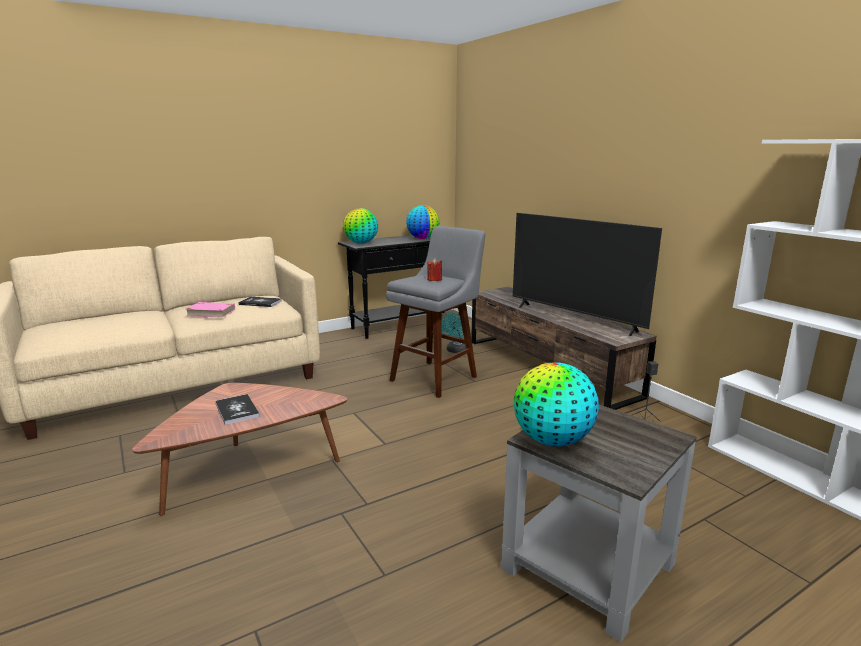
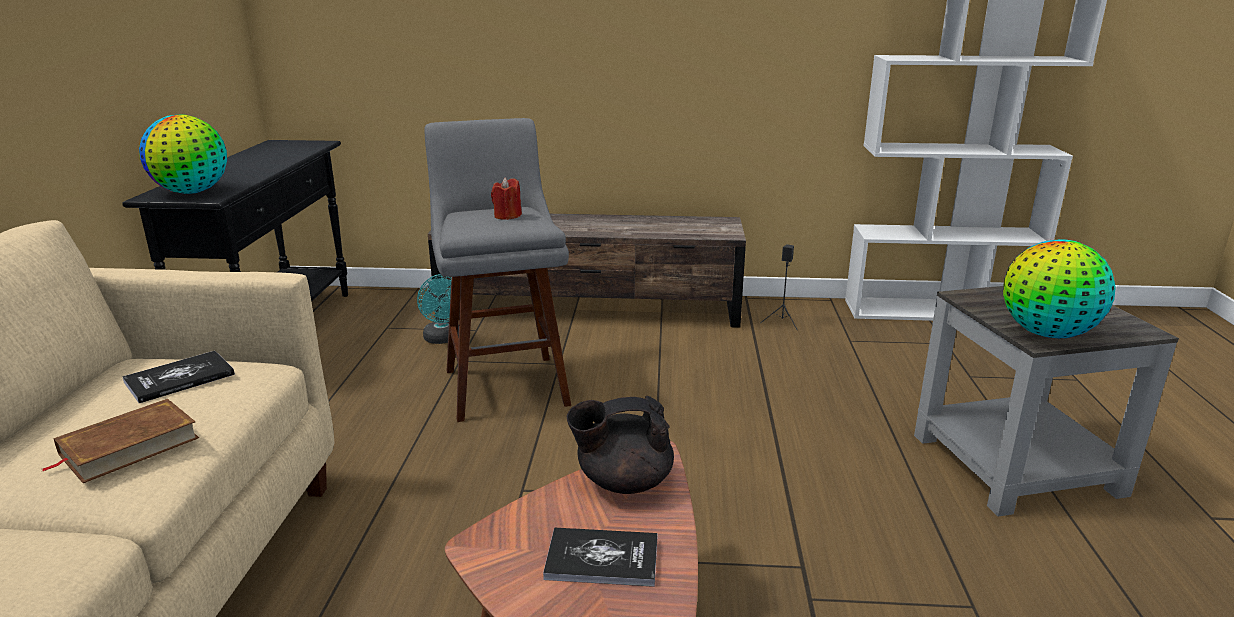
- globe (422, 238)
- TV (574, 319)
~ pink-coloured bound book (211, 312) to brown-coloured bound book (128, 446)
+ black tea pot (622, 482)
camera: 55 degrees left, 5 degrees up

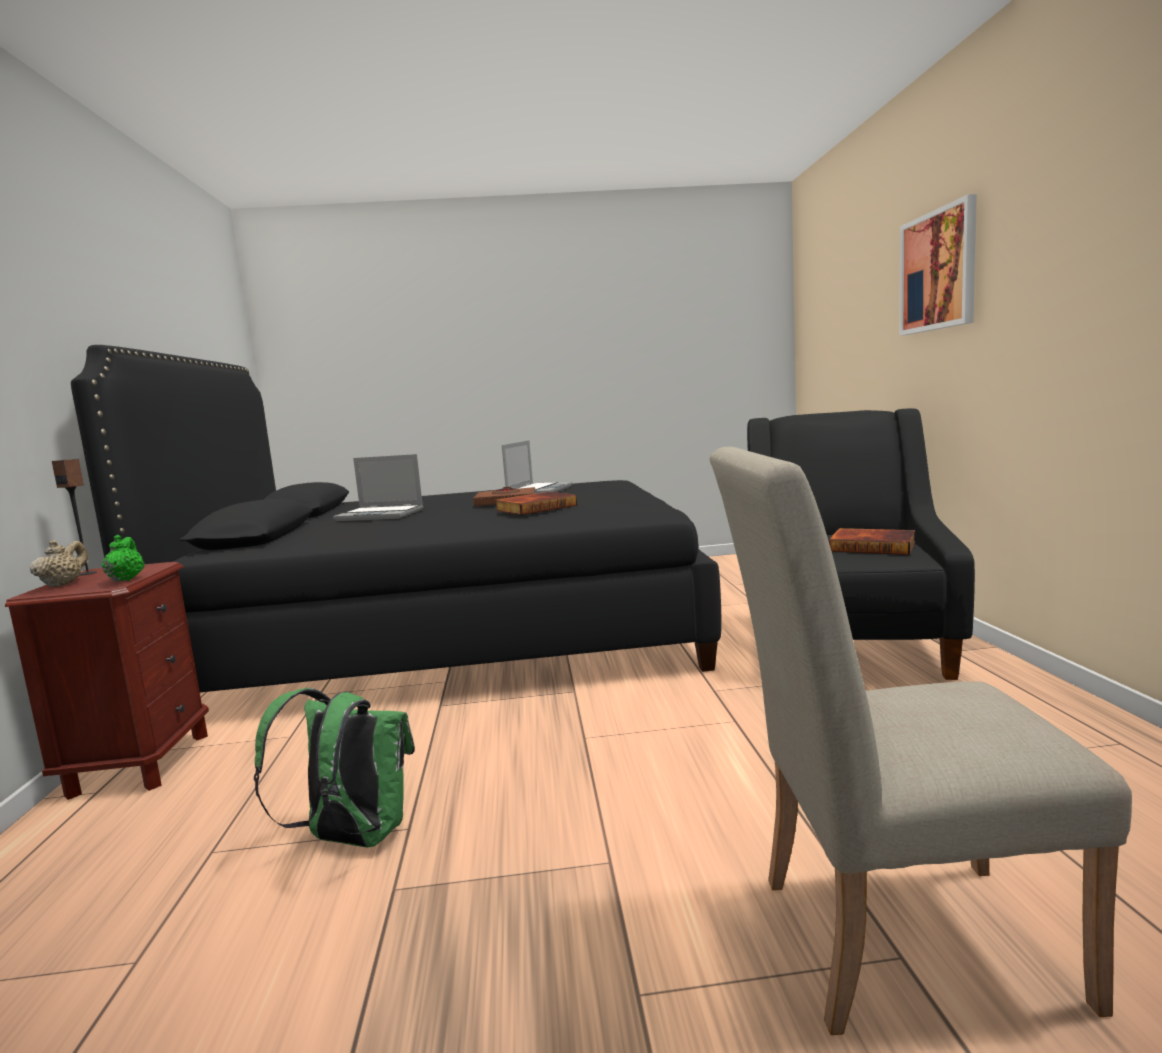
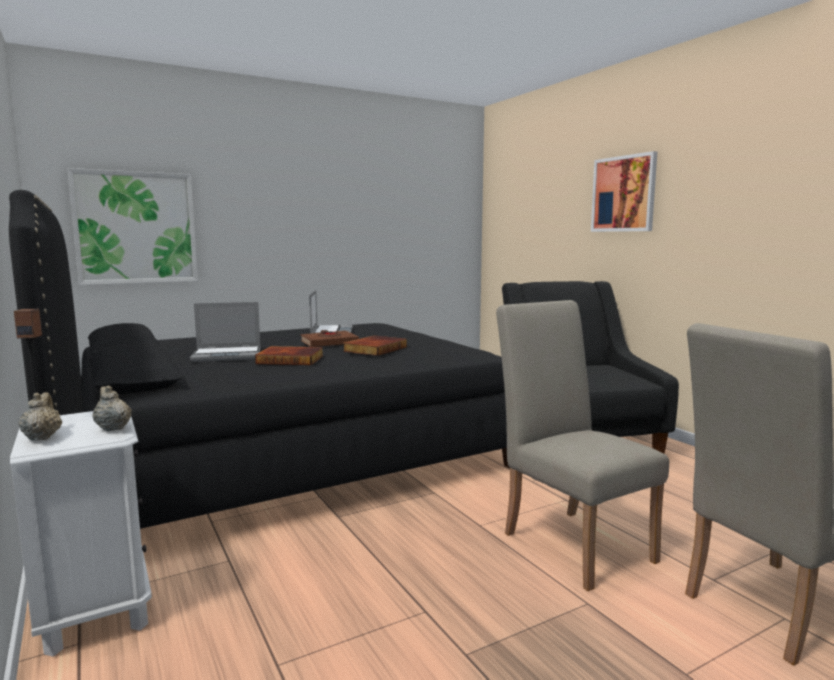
~ bound book (873, 546) to (291, 359)
~ green tea pot (126, 579) to beige-coloured tea pot (113, 428)
~ brown-coloured bedside table (140, 764) to white bedside table (95, 610)
- green backpack (352, 838)
+ picture (136, 228)
+ beige-coloured plain chair (571, 541)
camera: 25 degrees left, 0 degrees up

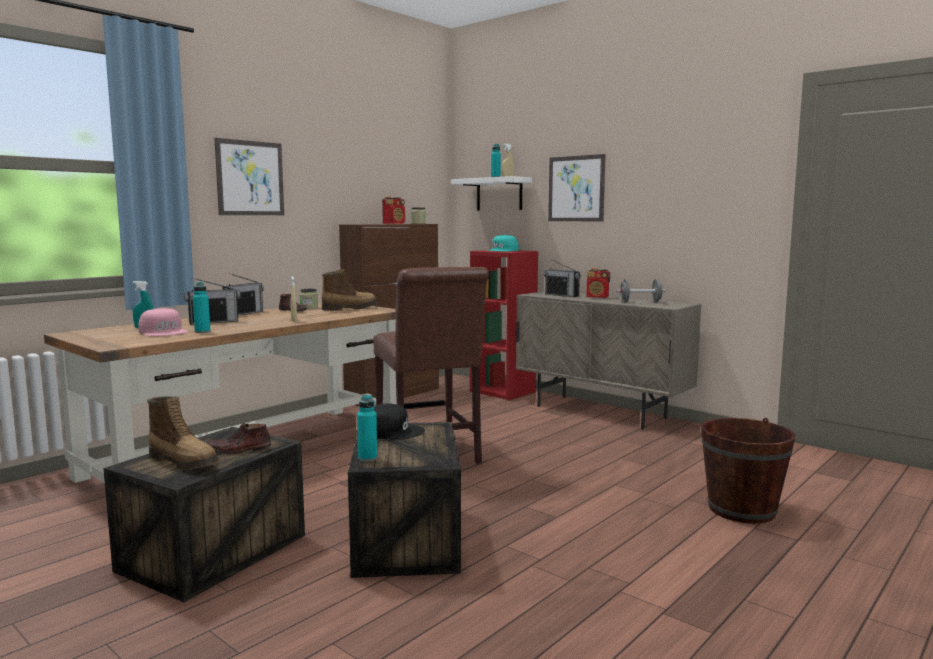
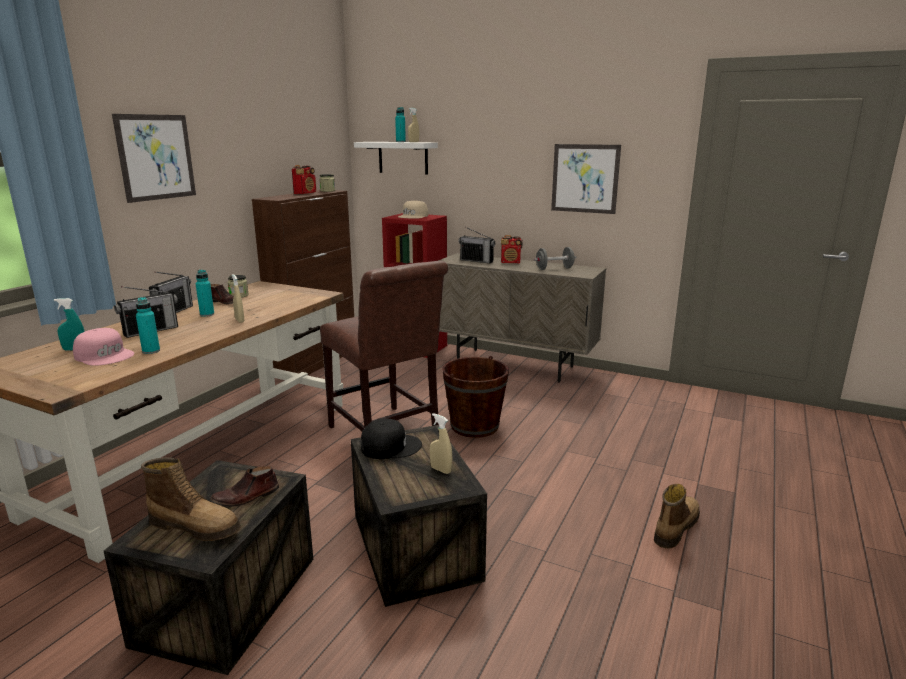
~ picture (576, 188) to (585, 178)
~ turquoise cap (503, 250) to beige-coloured cap (413, 216)
~ high-top boot (349, 309) to (675, 527)
~ turquoise drink bottle (367, 458) to (207, 314)
~ brown-coloured pail (742, 510) to (474, 426)
+ beige-coloured sprayer (440, 470)
camera: 15 degrees left, 10 degrees up

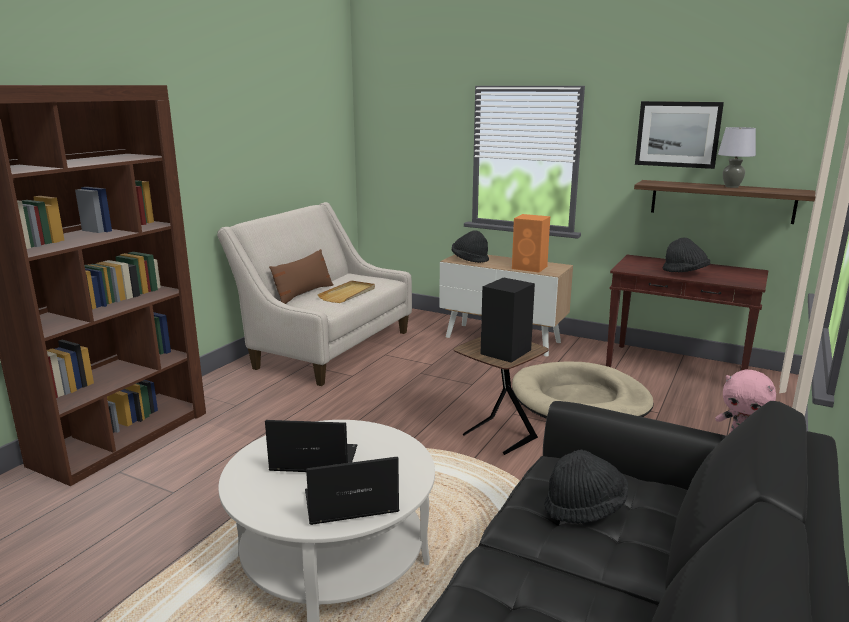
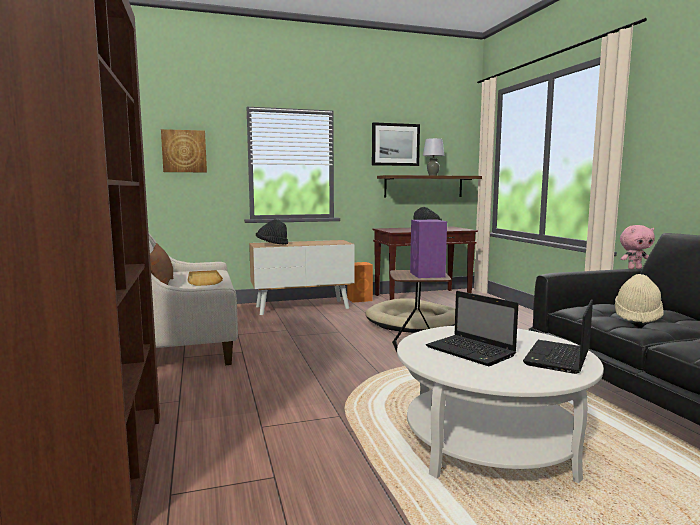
~ orange speaker (530, 267) to (360, 299)
~ black speaker (505, 352) to purple-coloured speaker (427, 275)
~ laptop (312, 460) = (472, 352) 90 degrees counterclockwise
~ black clothing hat (584, 508) to beige-coloured clothing hat (637, 316)
+ picture (184, 151)
camera: 45 degrees left, 10 degrees down

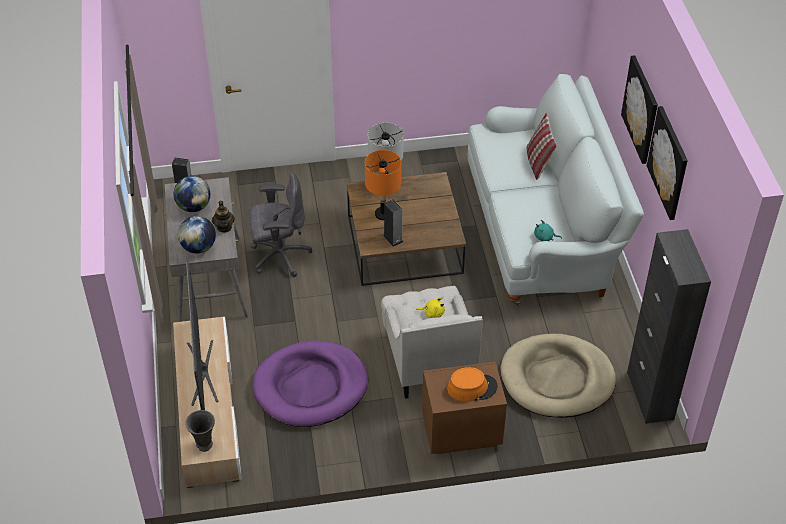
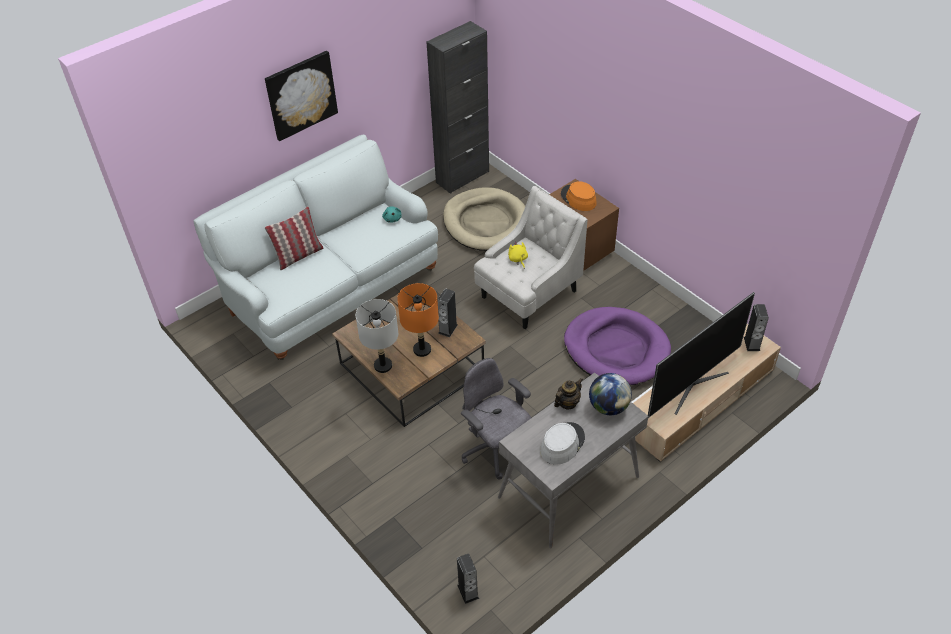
- picture (669, 162)
~ globe (194, 207) to gray clothing hat (562, 444)
~ gray flower vase (204, 445) to speaker (751, 343)
camera: 120 degrees left, 0 degrees up

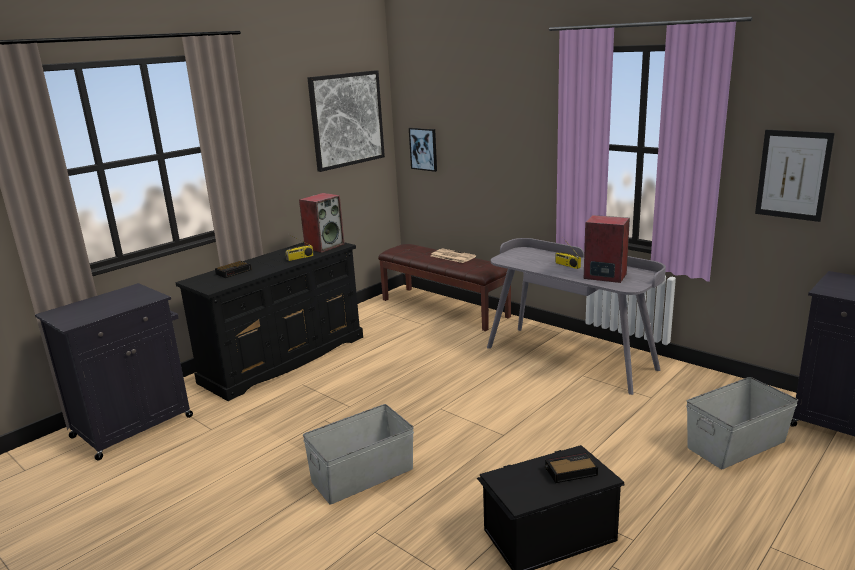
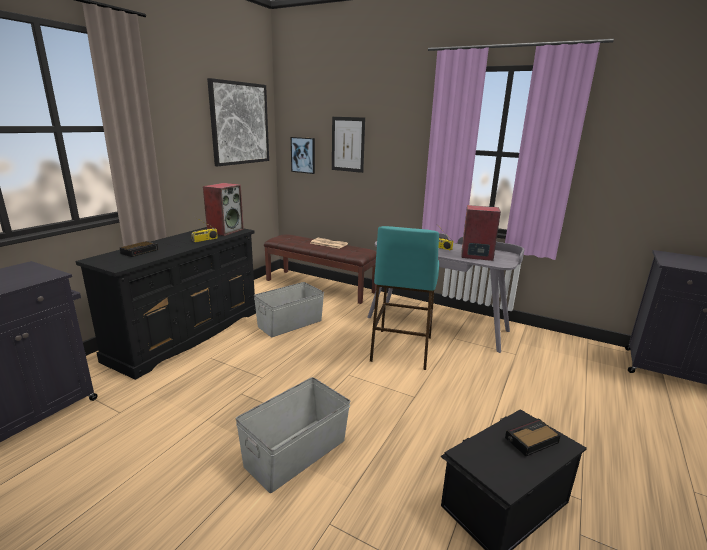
~ picture (793, 175) to (348, 144)
~ gray storage box (737, 444) to (290, 323)
+ turquoise sitting stool (401, 349)
camera: 15 degrees left, 0 degrees up

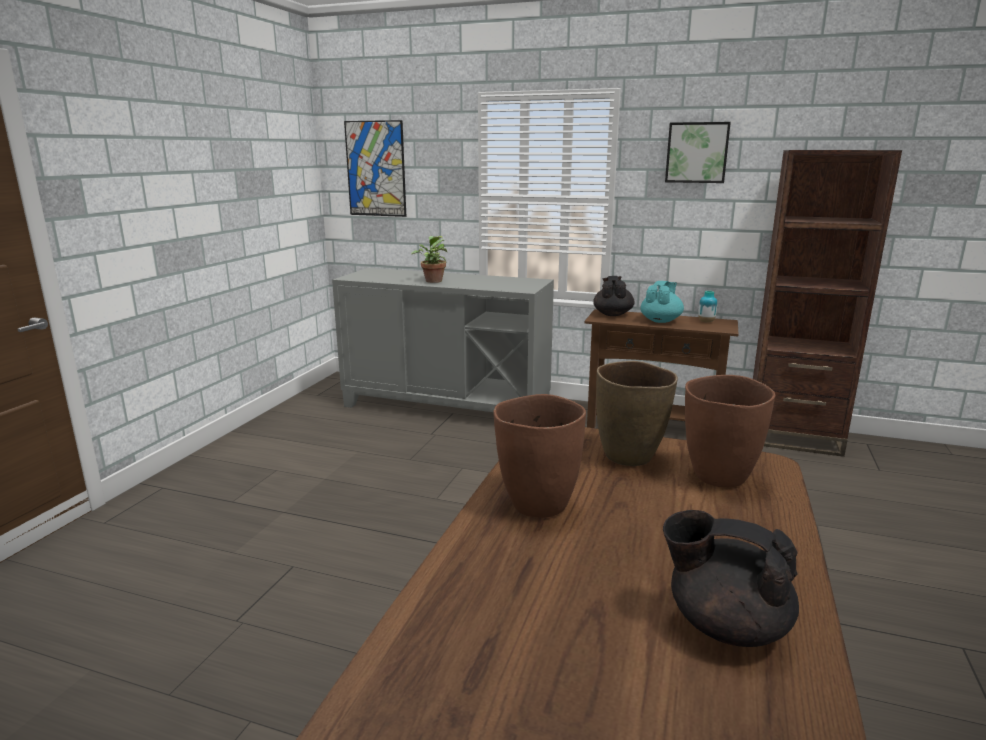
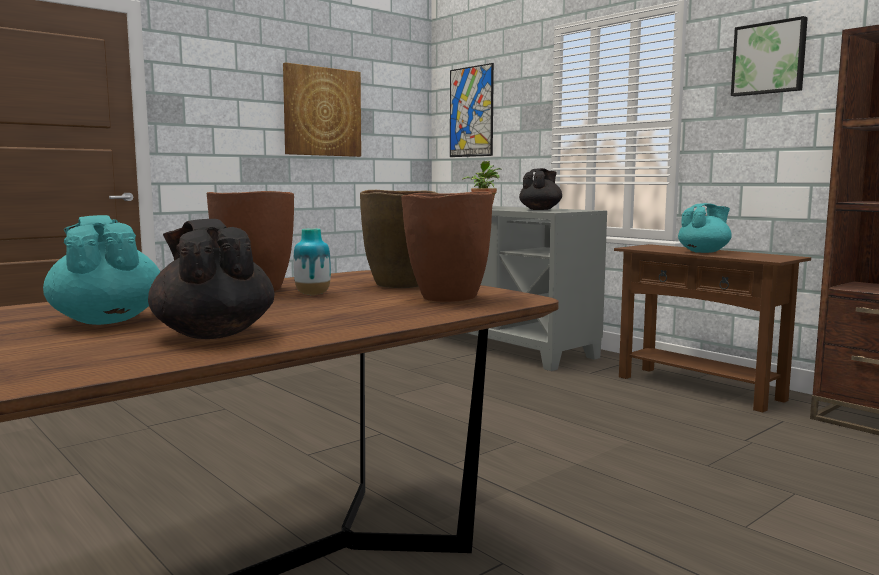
~ black tea pot (612, 314) to (540, 209)
~ flower vase (706, 322) to (313, 294)
+ picture (322, 112)
+ turquoise tea pot (107, 320)
camera: 30 degrees right, 10 degrees down

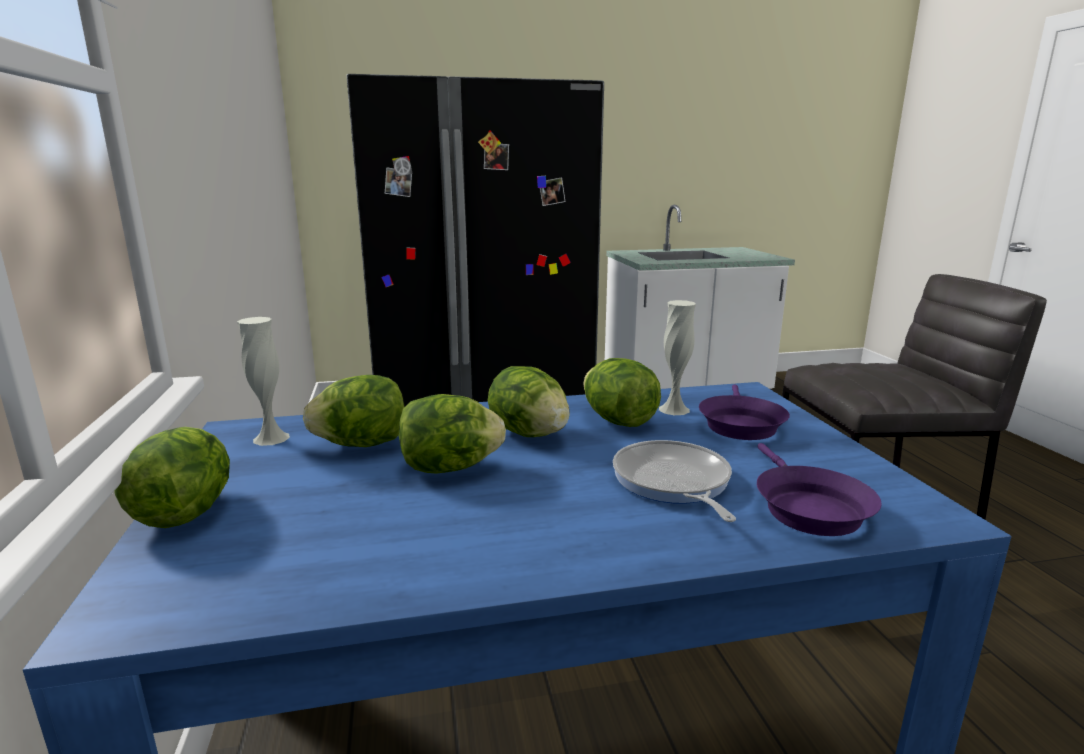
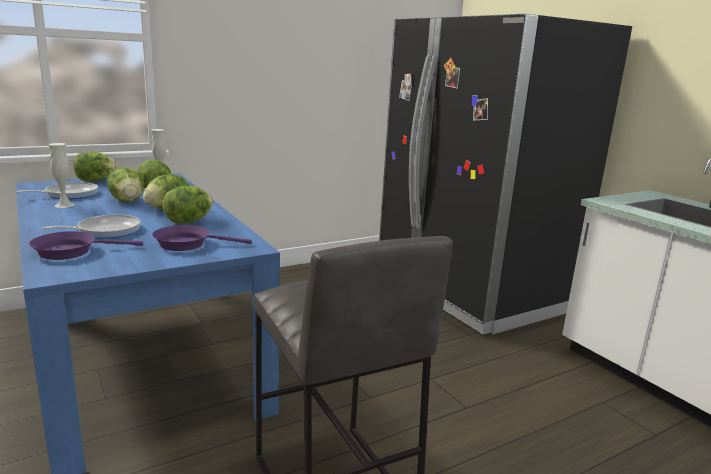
~ white flower vase (674, 409) to (64, 205)
+ pan (68, 194)
camera: 70 degrees right, 0 degrees up

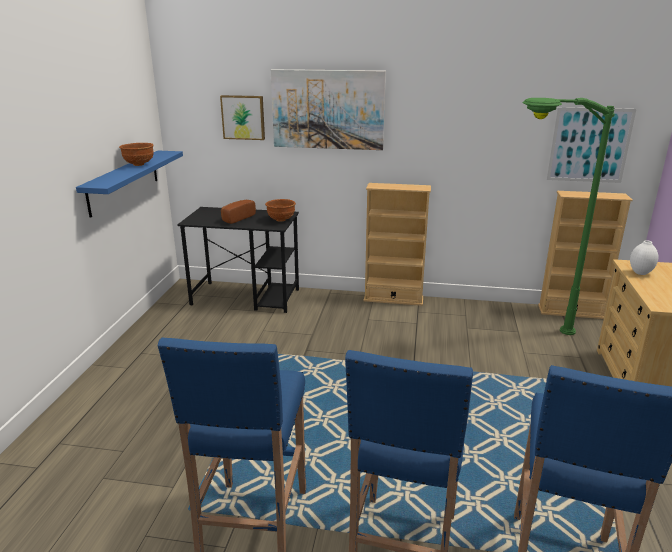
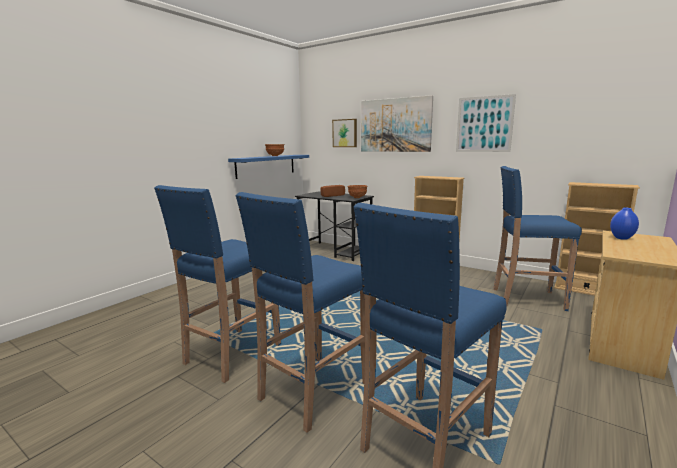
~ green standing lamp (525, 337) to blue-coloured sitting stool (526, 299)
~ picture (589, 145) to (484, 124)
~ white flower vase (641, 273) to blue-coloured flower vase (622, 238)
camera: 25 degrees right, 10 degrees down

